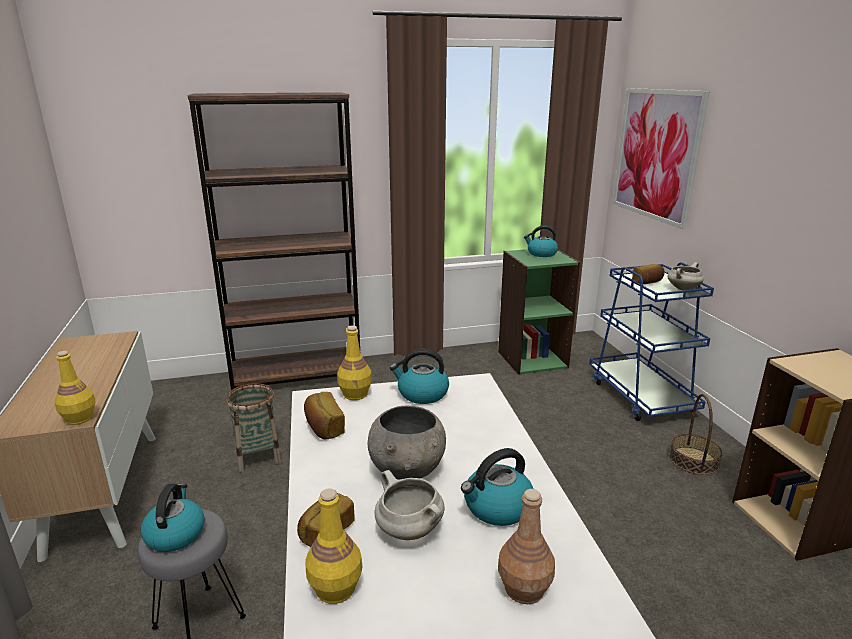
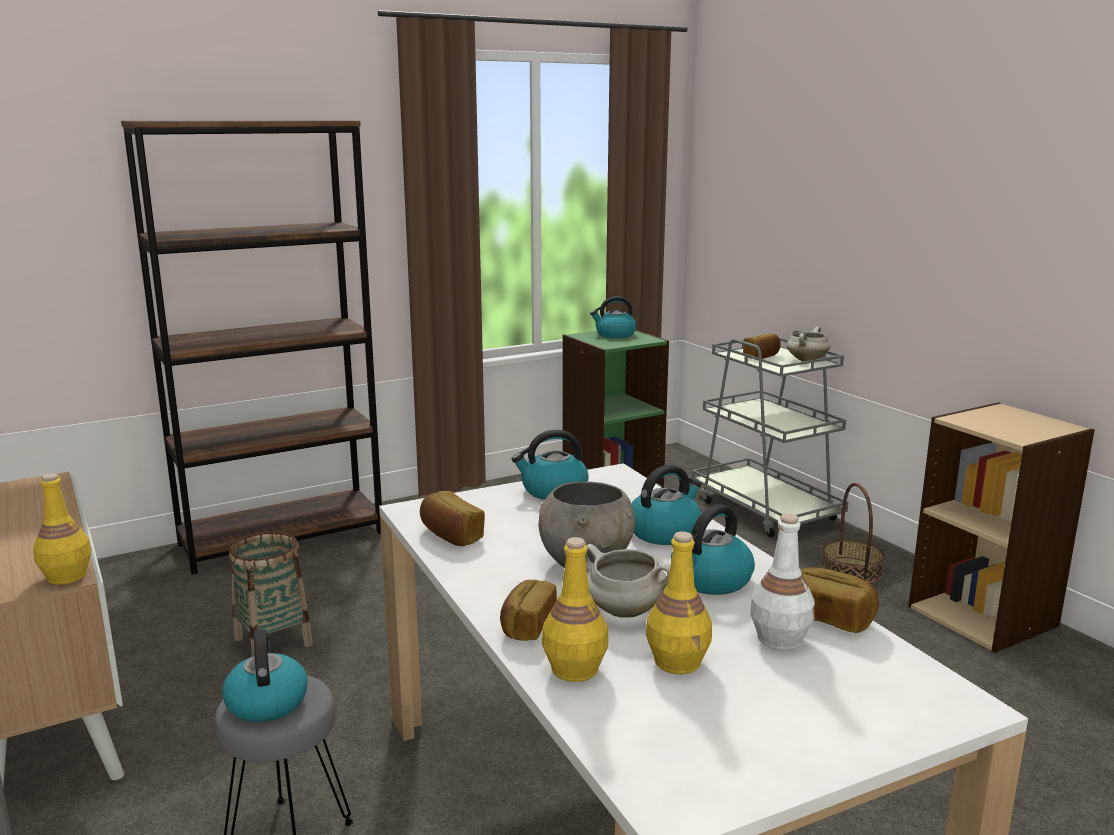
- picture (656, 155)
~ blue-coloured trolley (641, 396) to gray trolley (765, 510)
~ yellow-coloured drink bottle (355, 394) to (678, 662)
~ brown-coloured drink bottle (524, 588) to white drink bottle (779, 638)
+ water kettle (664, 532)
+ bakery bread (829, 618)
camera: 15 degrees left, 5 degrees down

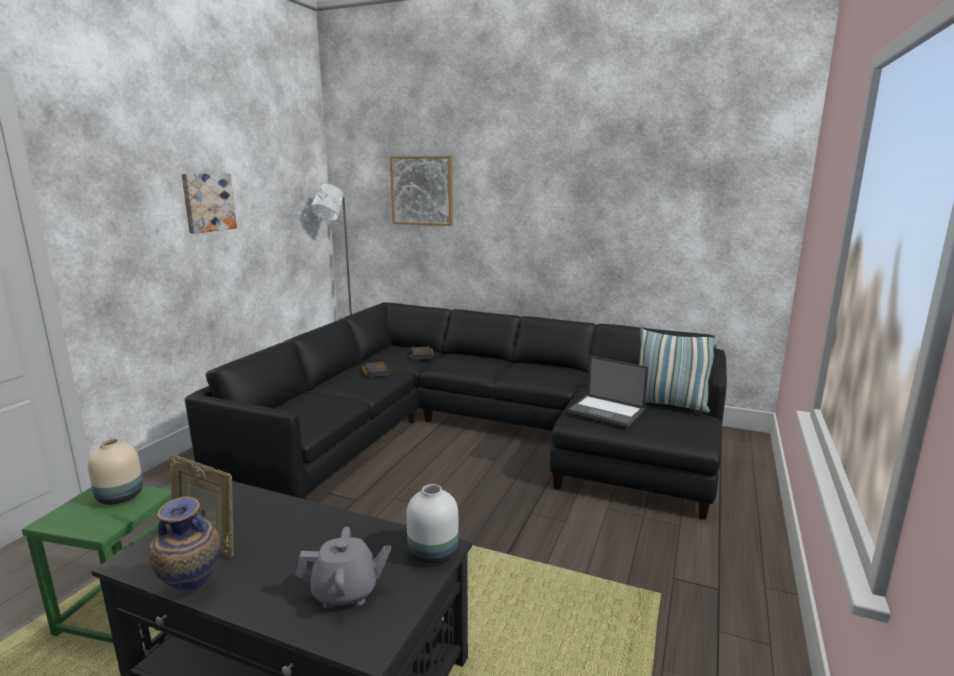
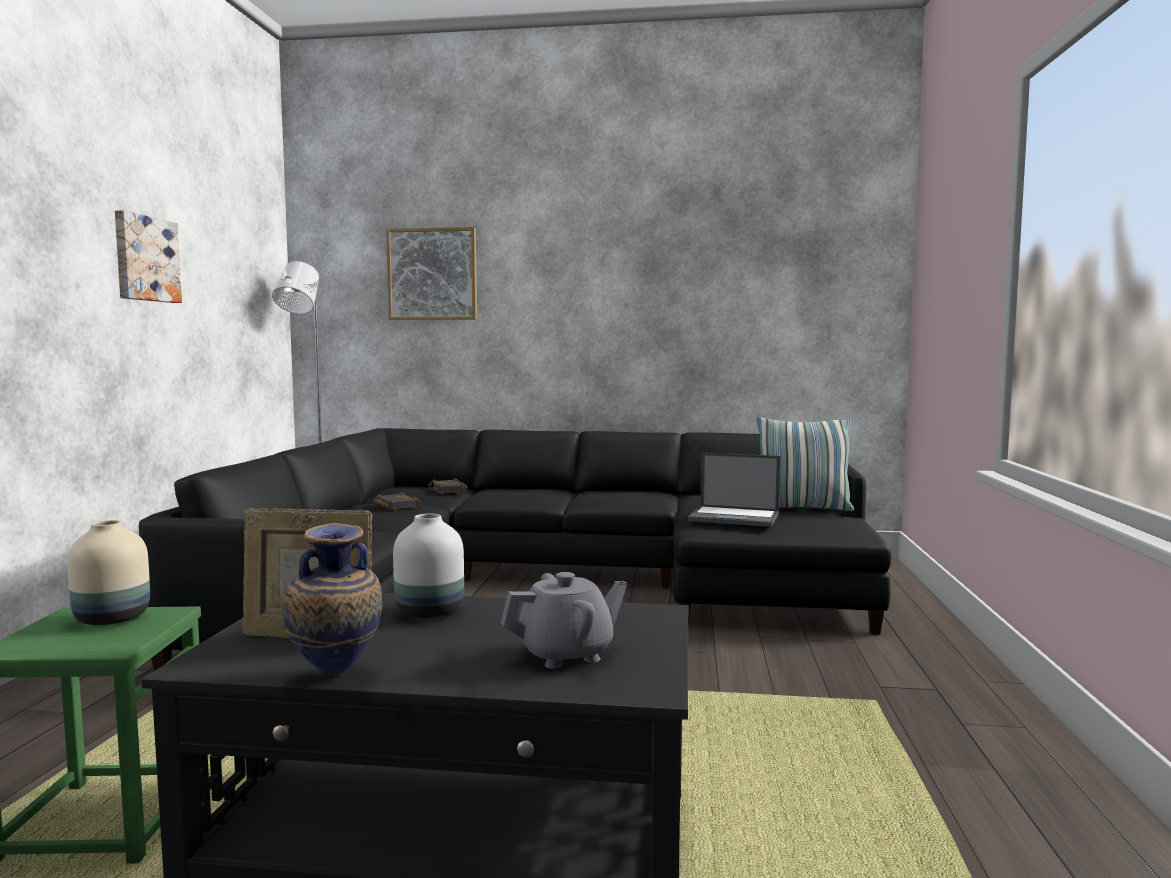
~ white flower vase (434, 553) to (431, 612)
camera: 15 degrees left, 10 degrees down

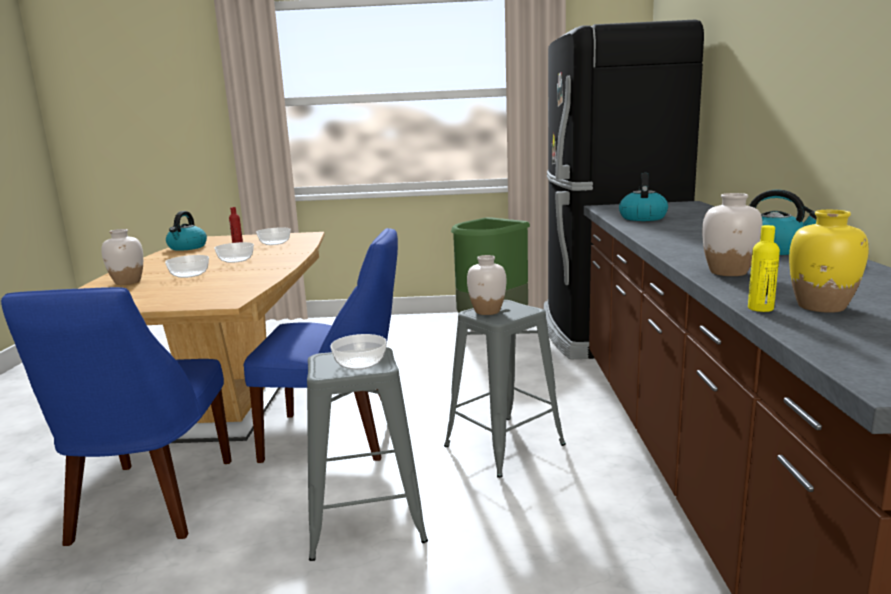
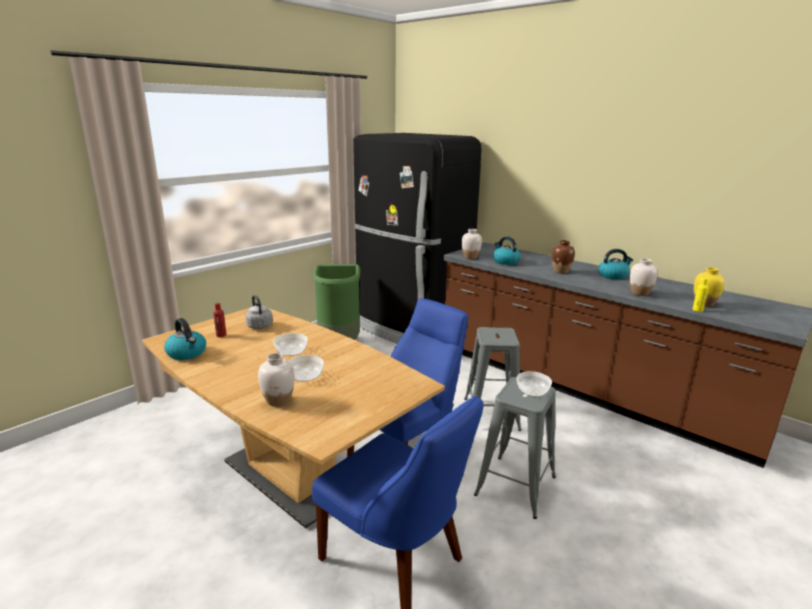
~ deep dish (275, 243) to gray water kettle (260, 327)
~ white flower vase (487, 311) to (470, 257)
+ brown-coloured flower vase (561, 271)
camera: 50 degrees left, 5 degrees up

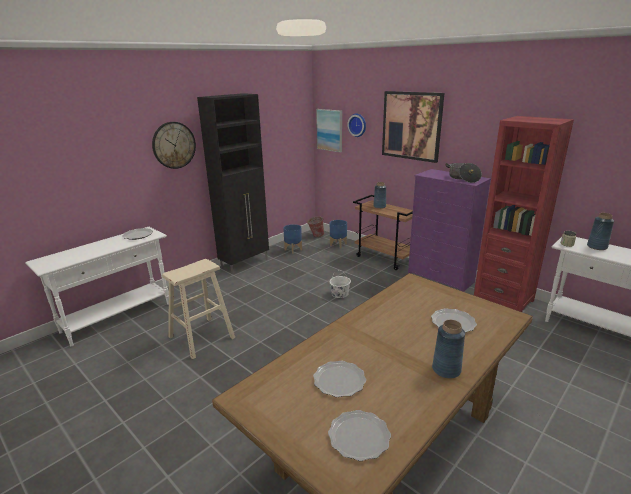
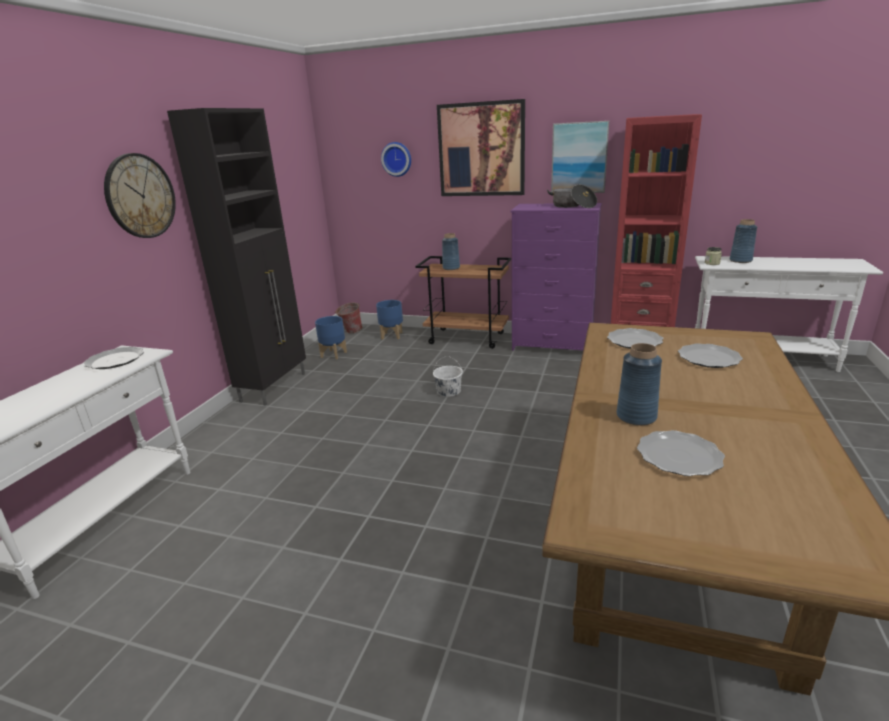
~ picture (329, 130) to (579, 158)
- beige-coloured sitting stool (202, 337)
~ blue-coloured flower vase (446, 369) to (636, 416)
~ plate (358, 436) to (634, 341)
camera: 25 degrees left, 0 degrees up

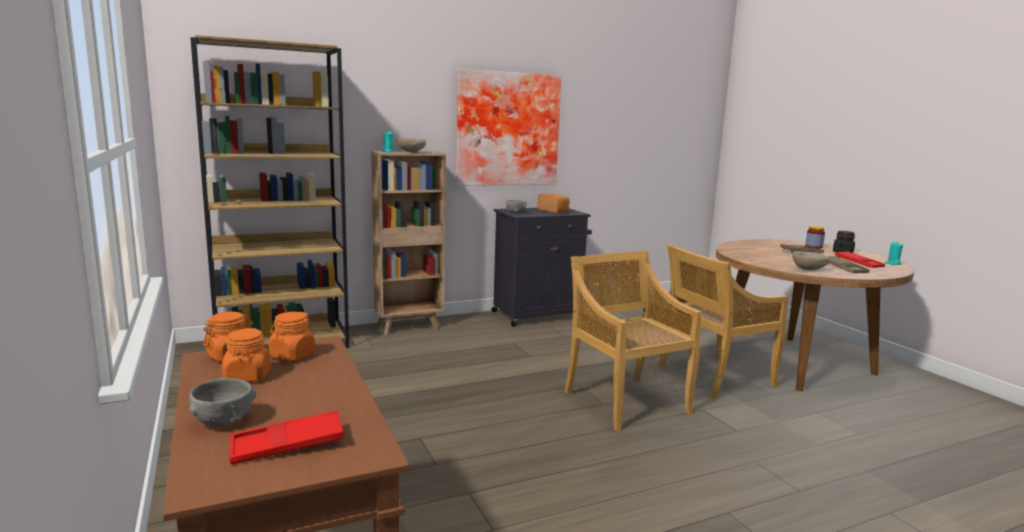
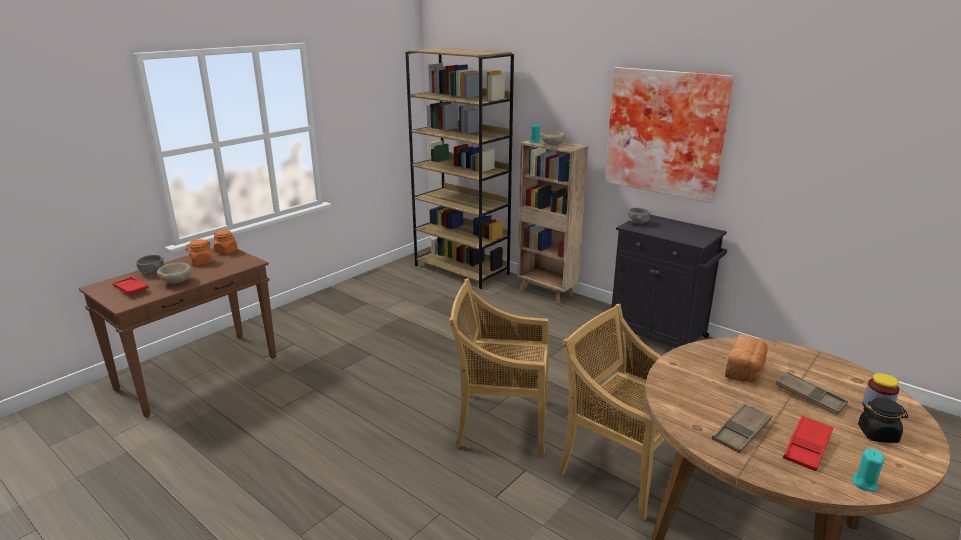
~ bakery bread (554, 211) to (745, 371)
~ beige-coloured plain chair (625, 401) = (501, 422) 120 degrees counterclockwise
~ beige-coloured deep dish (809, 270) to (176, 282)
- orange preserve jar (292, 355)
camera: 65 degrees right, 10 degrees up

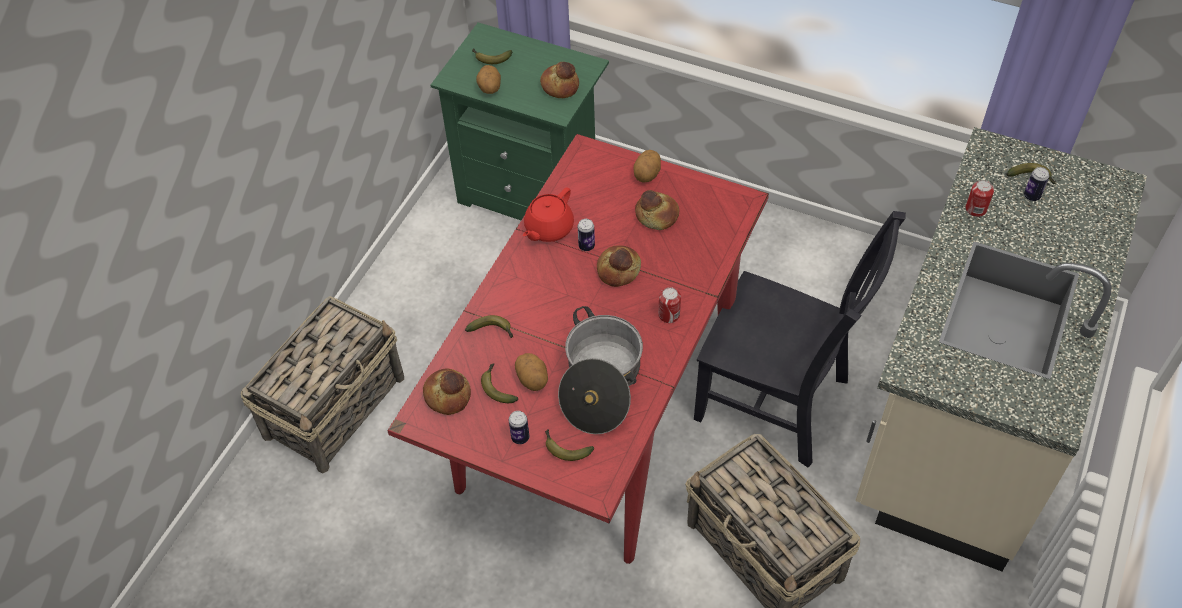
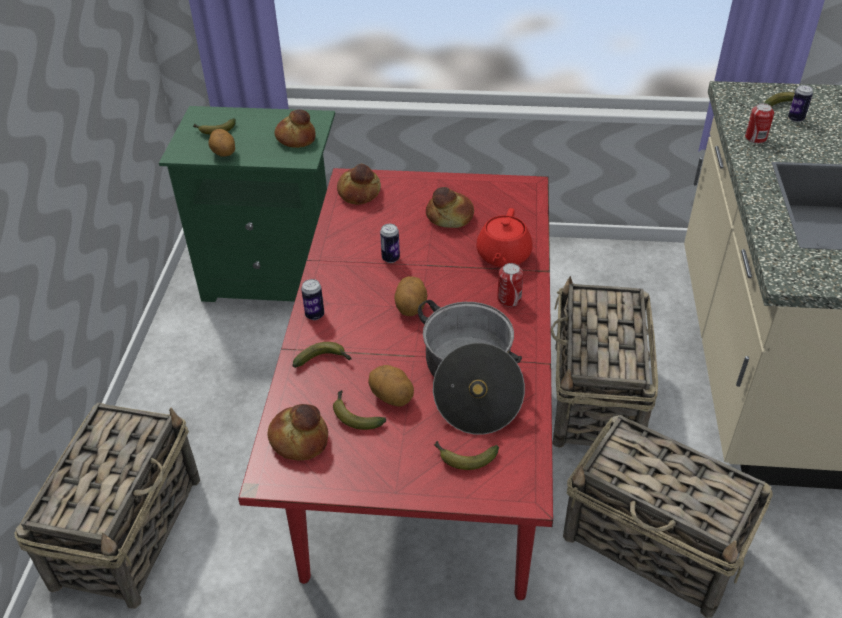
~ potato (647, 175) to (411, 307)
~ reddish tea pot (548, 228) to (503, 256)
~ black plain chair (778, 402) to basket (595, 398)
~ bakery bread (619, 270) to (360, 192)
~ metal can (520, 437) to (315, 315)
camera: 20 degrees left, 10 degrees down

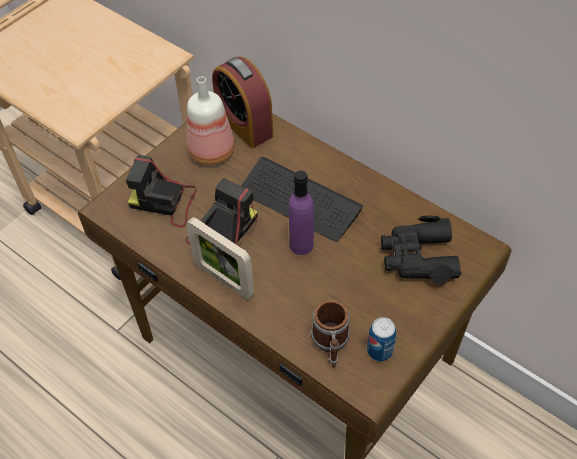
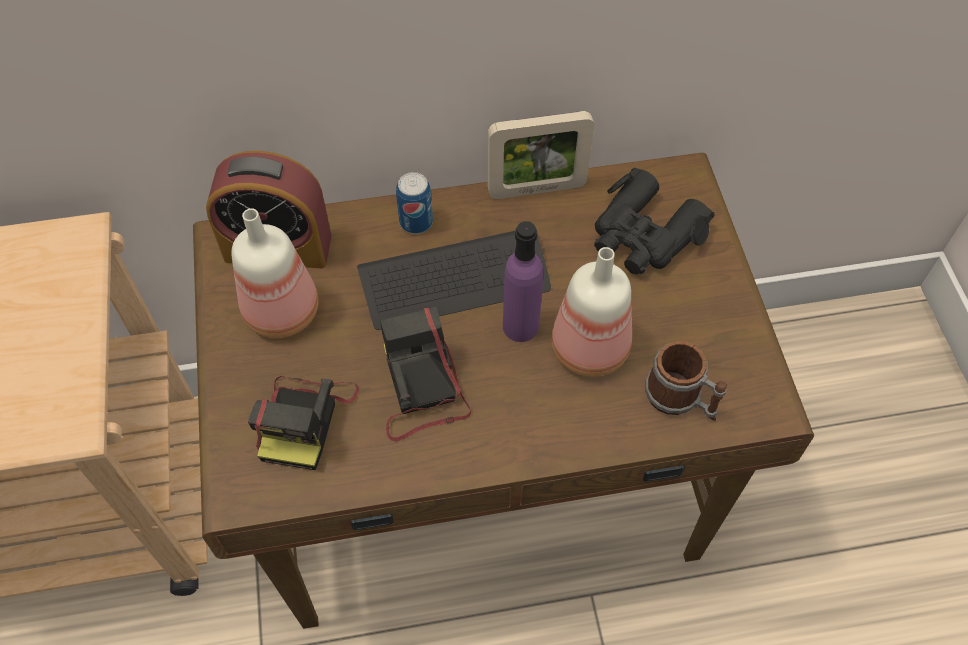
~ photo camera (165, 202) = (305, 419) 45 degrees counterclockwise
~ picture frame (224, 280) to (536, 189)
~ metal can (379, 350) to (416, 222)
+ drink bottle (591, 350)
camera: 50 degrees left, 5 degrees up

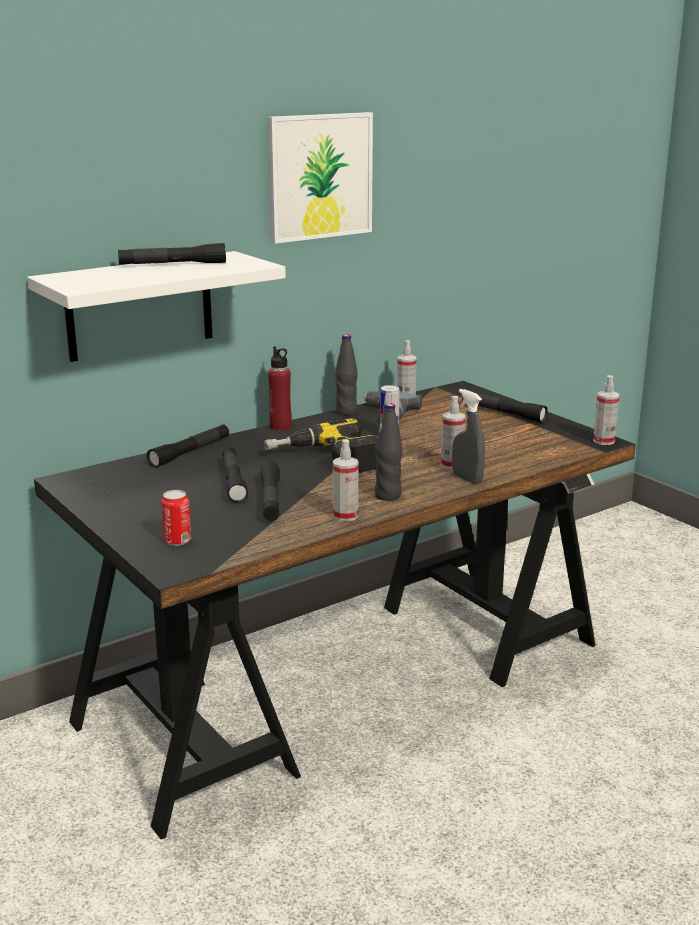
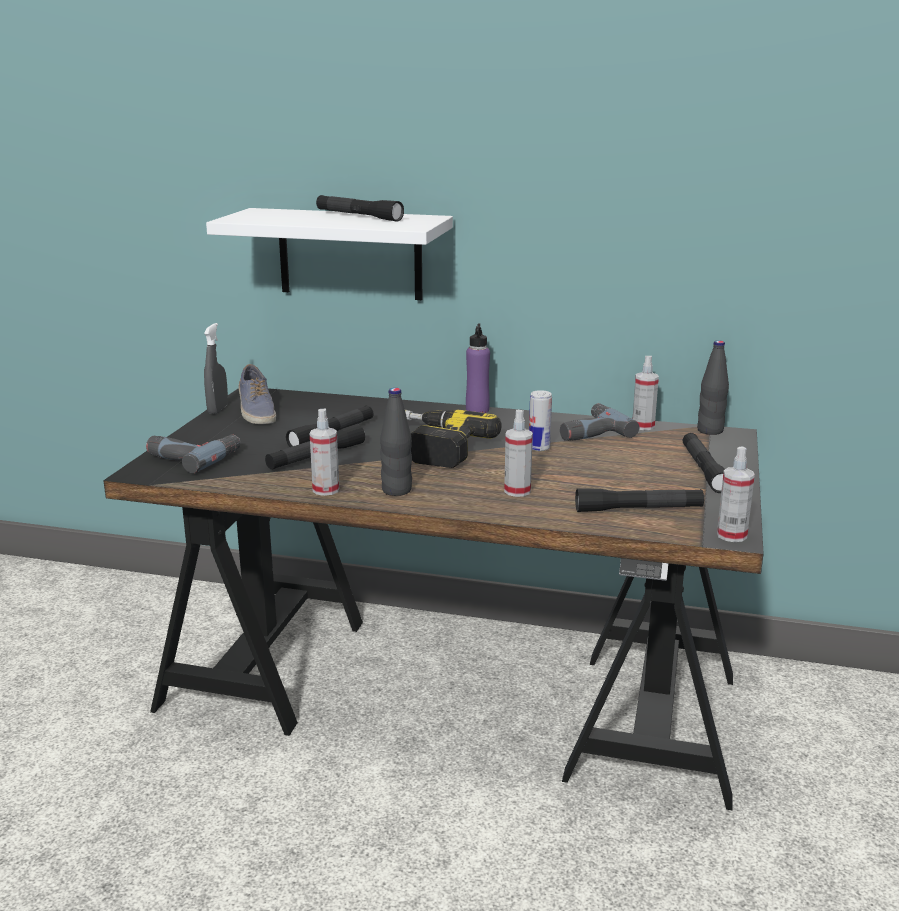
- picture (320, 176)
~ black drink bottle (346, 412) to (710, 431)
~ reddish drink bottle (280, 427) to purple-coloured drink bottle (477, 410)
~ gray sprayer (467, 479) to (218, 409)
~ black hand torch (190, 452) to (638, 509)
~ metal can (177, 541) to electric drill (193, 456)
+ low shoe (256, 411)
camera: 50 degrees right, 0 degrees up

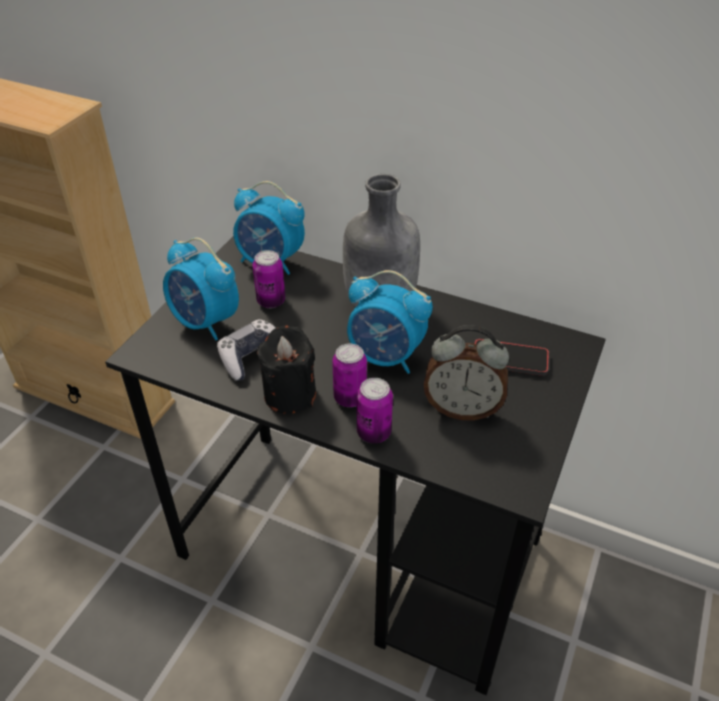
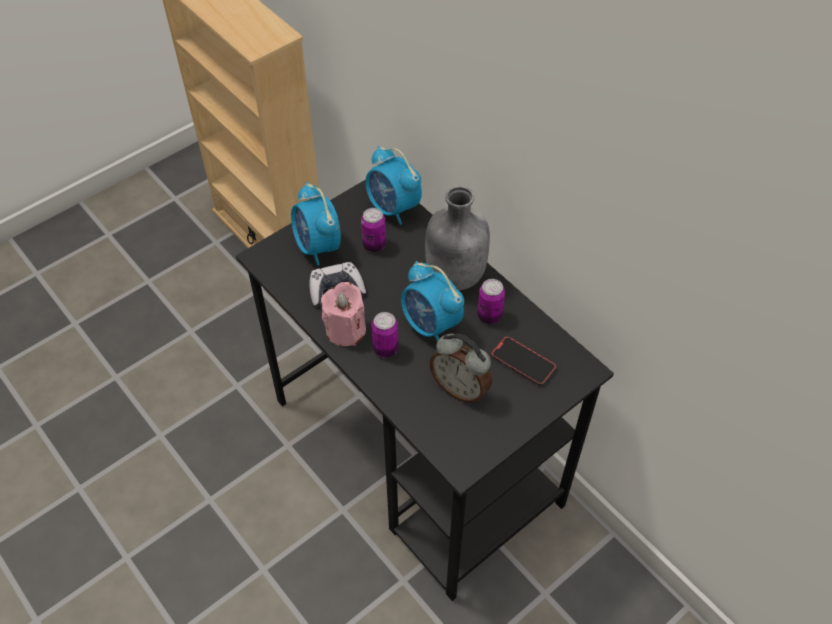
~ black candle (290, 394) to pink-coloured candle (345, 330)
~ metal can (374, 433) to (489, 316)
camera: 25 degrees right, 10 degrees up

